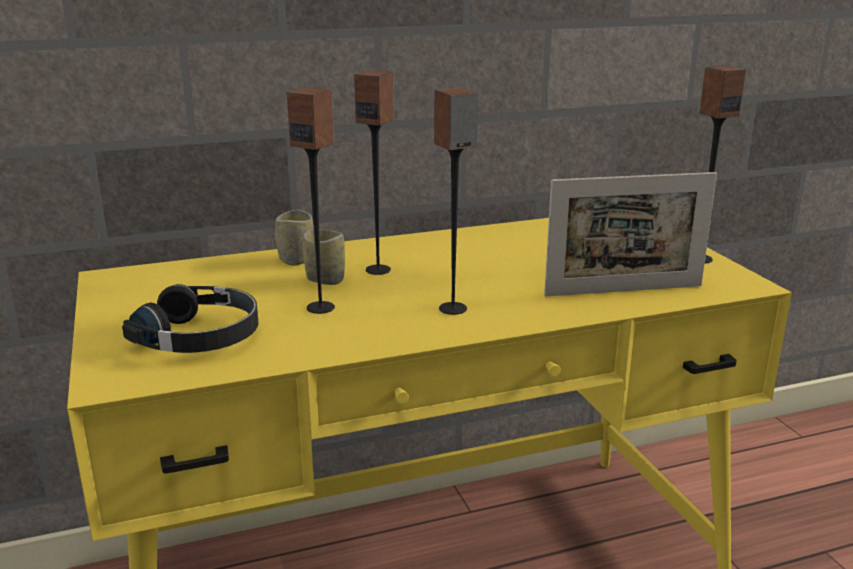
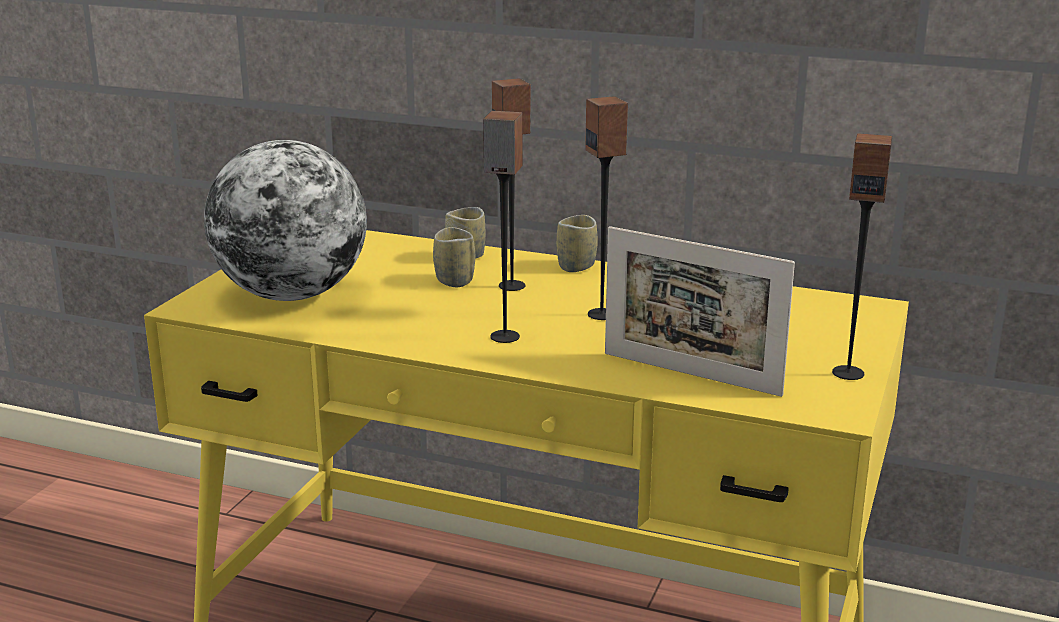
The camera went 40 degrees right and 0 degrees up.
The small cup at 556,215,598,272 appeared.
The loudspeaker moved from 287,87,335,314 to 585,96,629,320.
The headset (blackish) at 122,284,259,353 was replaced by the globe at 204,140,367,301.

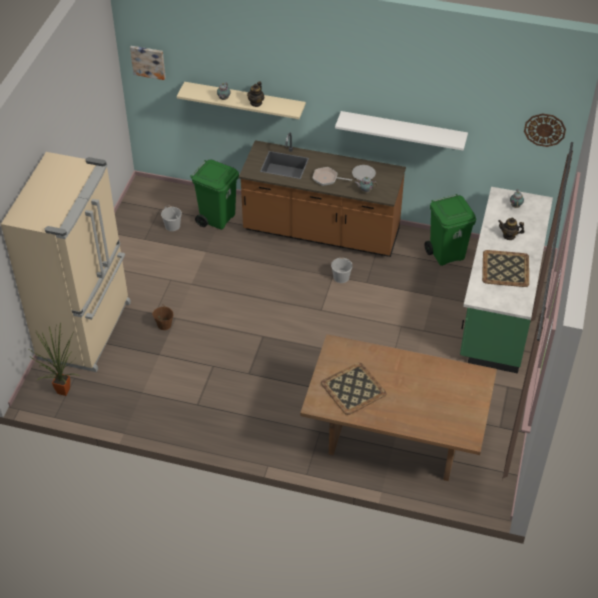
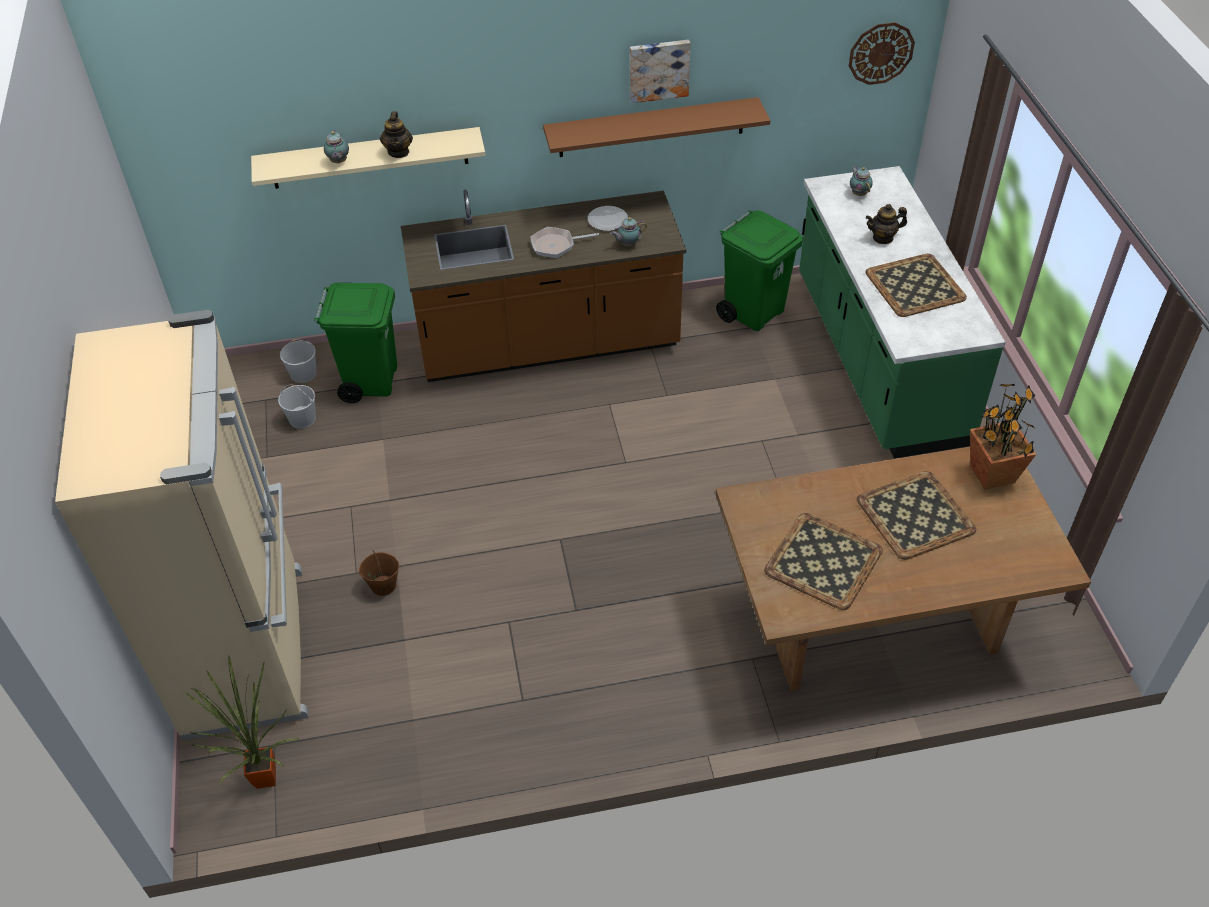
The camera went 25 degrees left and 0 degrees up.
The tray at 857,471,976,560 appeared.
The potted plant at 970,384,1036,490 appeared.
The wall art moved from 130,46,166,80 to 630,40,690,103.
The water bucket (white-coloured) moved from 331,258,353,283 to 280,339,317,383.
The bracket shelf (white-coloured) at 335,111,468,151 became the bracket shelf (brown-coloured) at 543,97,770,157.

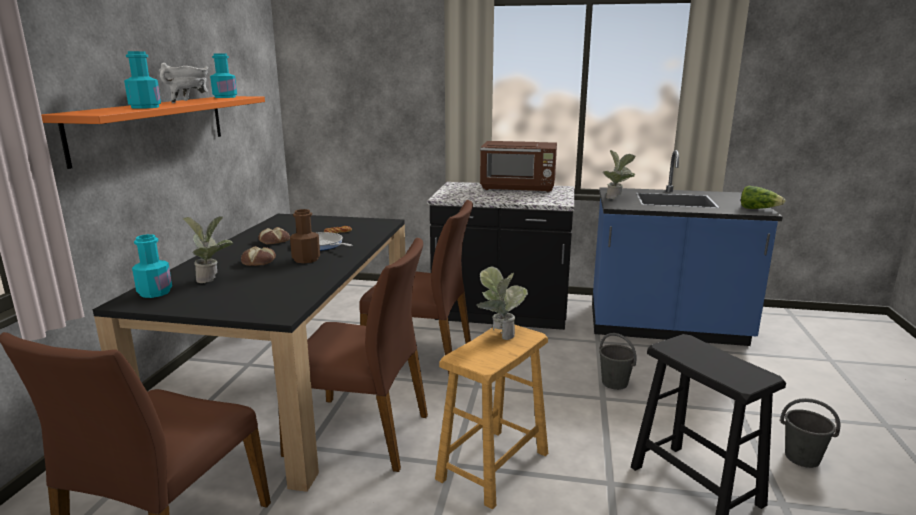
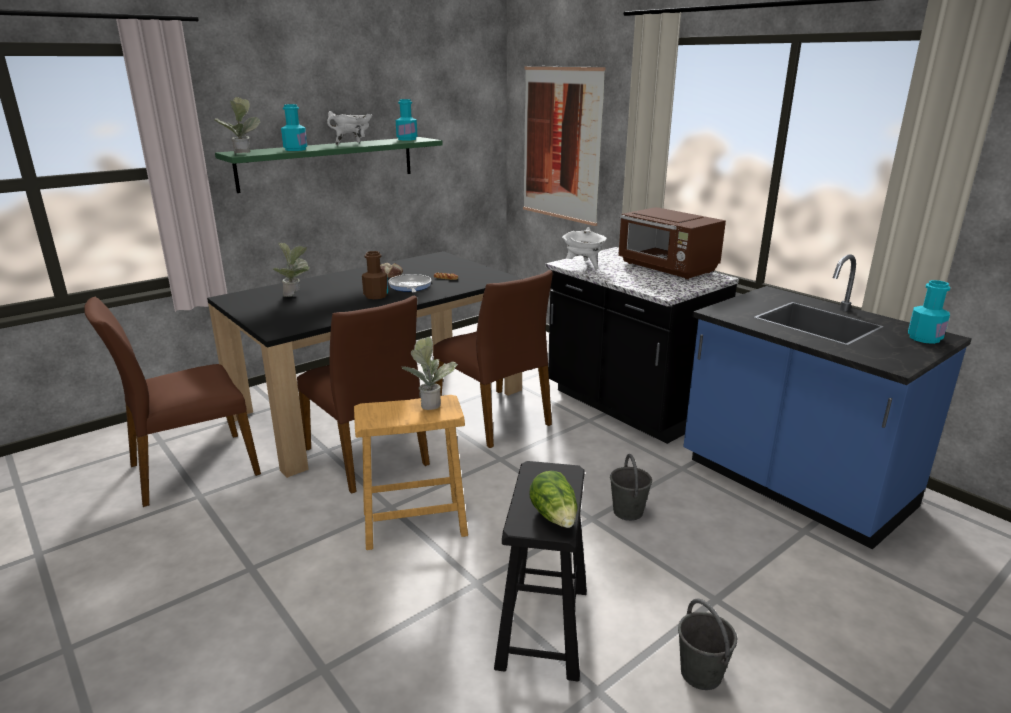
The camera went 40 degrees right and 5 degrees up.
The bread at 241,246,276,266 disappeared.
The wall art at 523,66,606,226 appeared.
The saucepot (white-coloured) at 562,227,607,269 appeared.
The drink bottle (turquoise-coloured) moved from 132,234,172,298 to 908,280,950,344.
The potted plant moved from 603,150,636,199 to 213,97,260,154.
The lettuce head moved from 741,186,786,209 to 529,471,577,528.
The bracket shelf (orangey) at 41,96,265,169 became the bracket shelf (greenish) at 215,137,443,193.

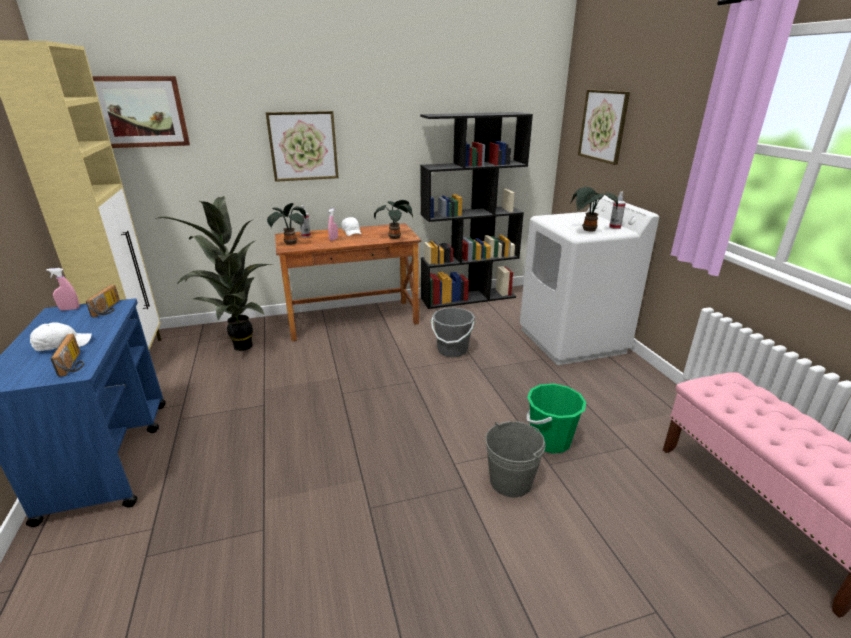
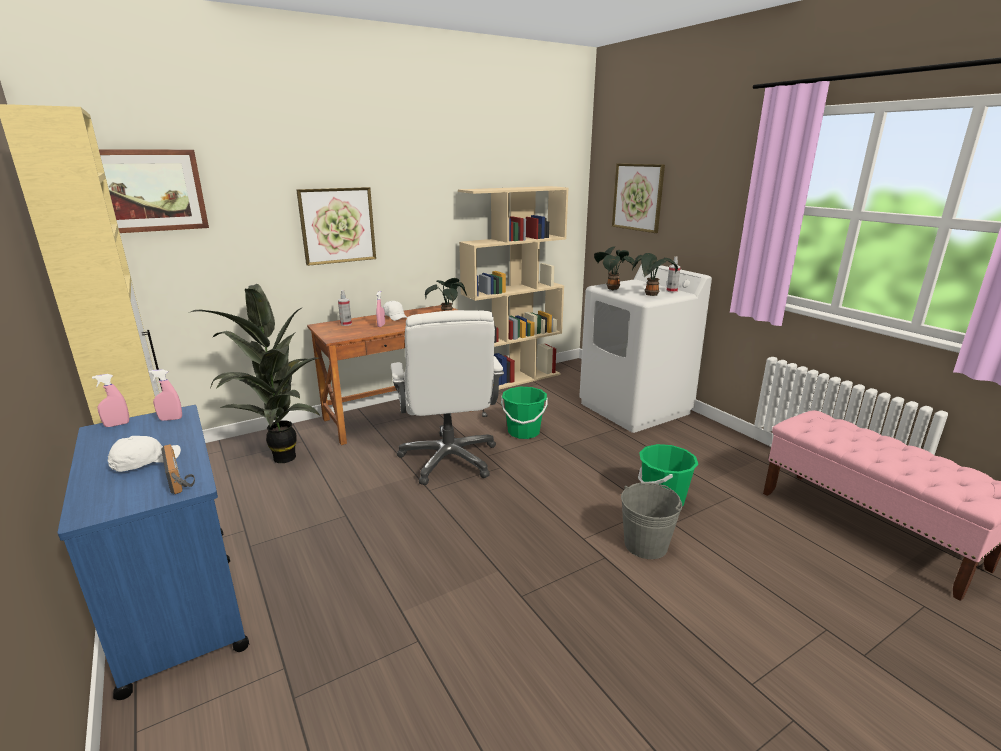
The camera went 15 degrees left and 5 degrees down.
The computer chair (white-coloured) at 391,310,504,485 appeared.
The potted plant moved from 267,203,306,245 to 594,246,635,290.
The radio at 86,285,120,317 was replaced by the sprayer (pink-coloured) at 149,369,182,421.
The bookshelf (blackish) at 420,112,533,309 became the bookshelf (beige-coloured) at 458,186,569,390.
The water bucket (gray) at 431,307,475,357 became the water bucket (greenish) at 501,387,548,439.

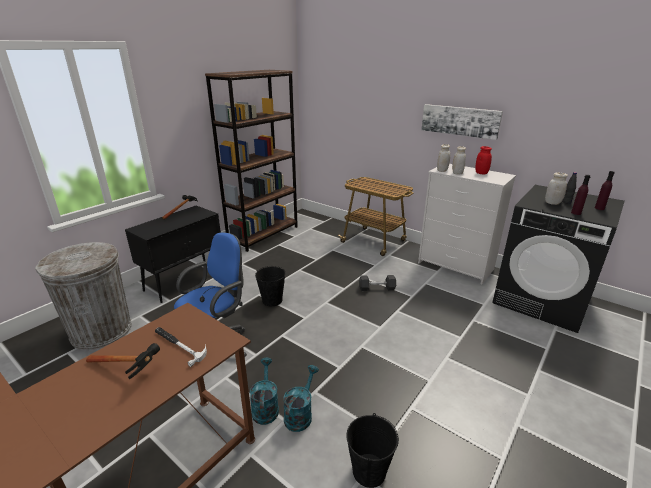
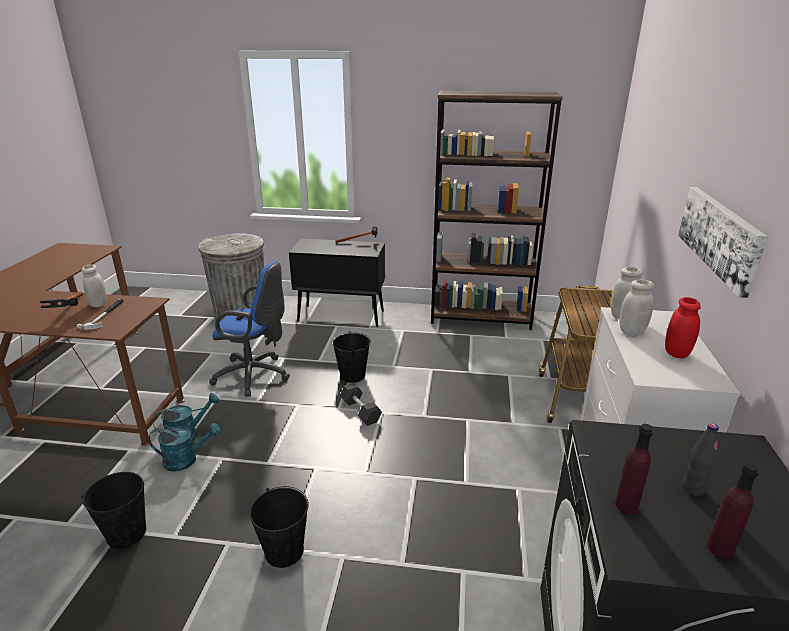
The camera went 60 degrees right and 0 degrees up.
The water bucket (blackish) at 249,486,309,568 appeared.
The dumbbell (gray) moved from 359,275,396,291 to 340,383,382,426.
The preserve jar (white-coloured) moved from 545,173,568,205 to 82,265,107,307.

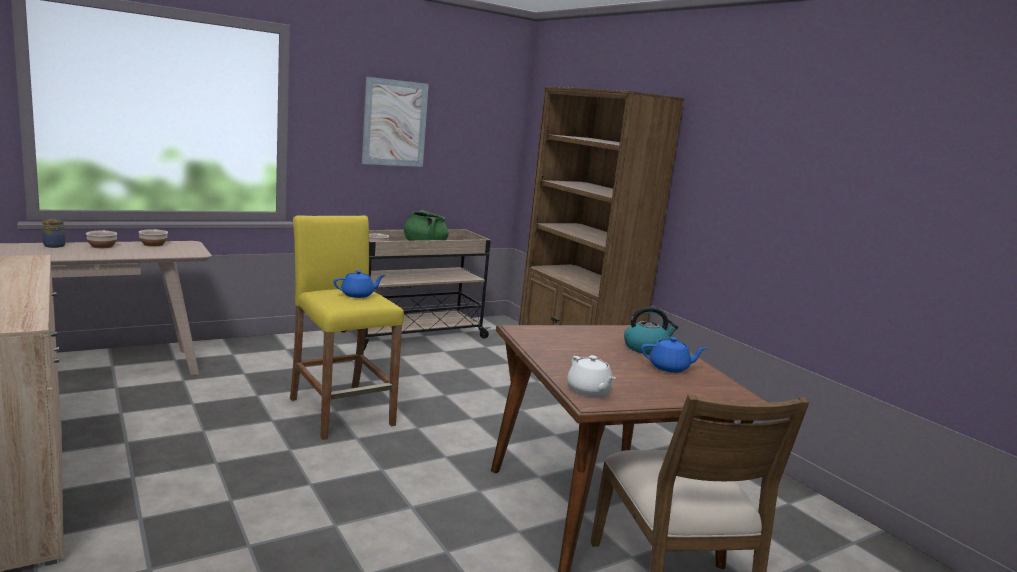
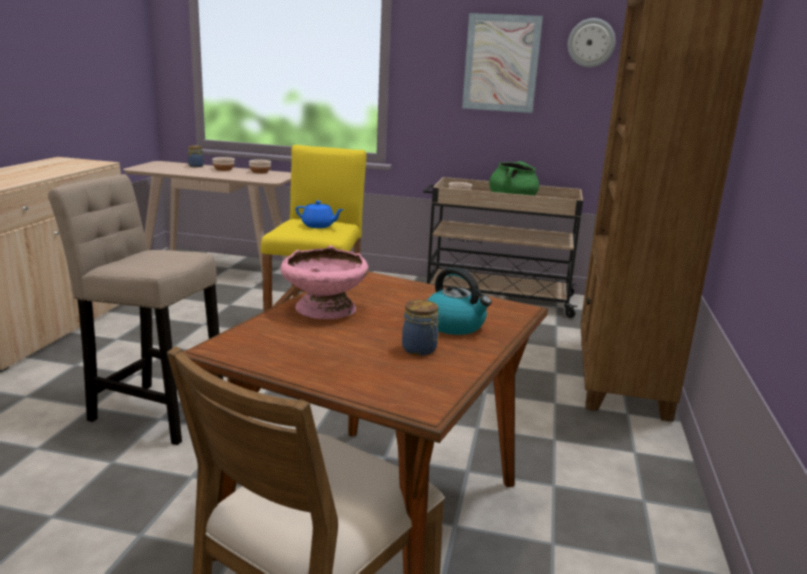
The camera went 45 degrees right and 5 degrees up.
The pot for tea (white-coloured) at 567,355,616,396 disappeared.
The stool seat (beige-coloured) at 48,174,223,445 appeared.
The deep dish (pink-coloured) at 281,245,369,319 appeared.
The wall clock at 568,18,616,67 appeared.
The pot for tea (blue) at 641,337,707,373 was replaced by the preserve jar at 402,300,439,356.

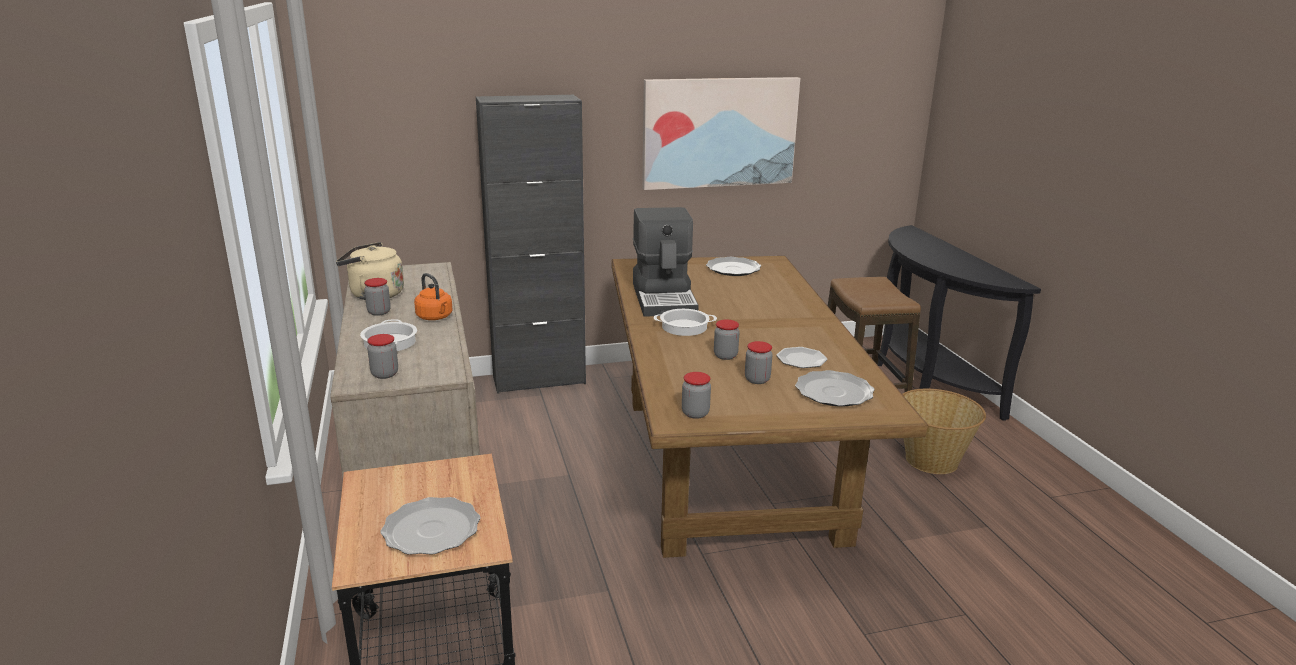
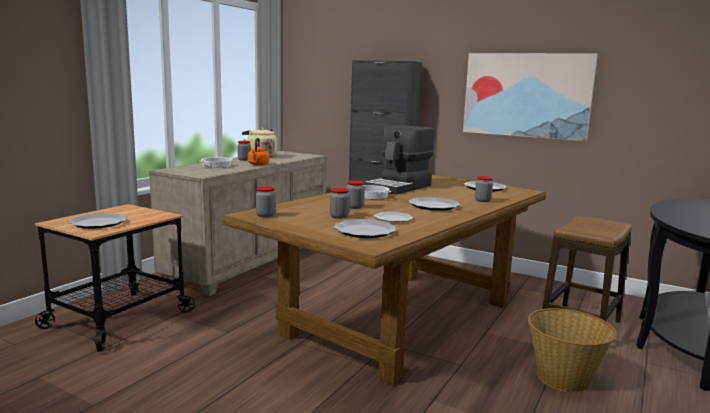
The camera went 45 degrees right and 10 degrees down.
The plate at 409,197,460,211 appeared.
The preserve jar moved from 367,334,398,379 to 475,176,493,202.

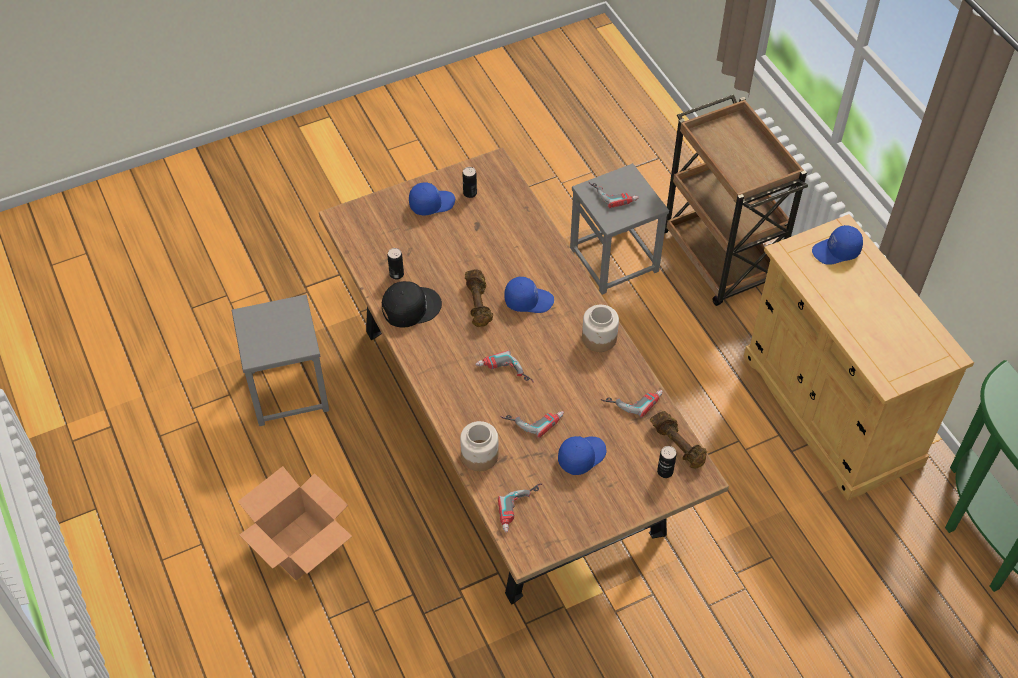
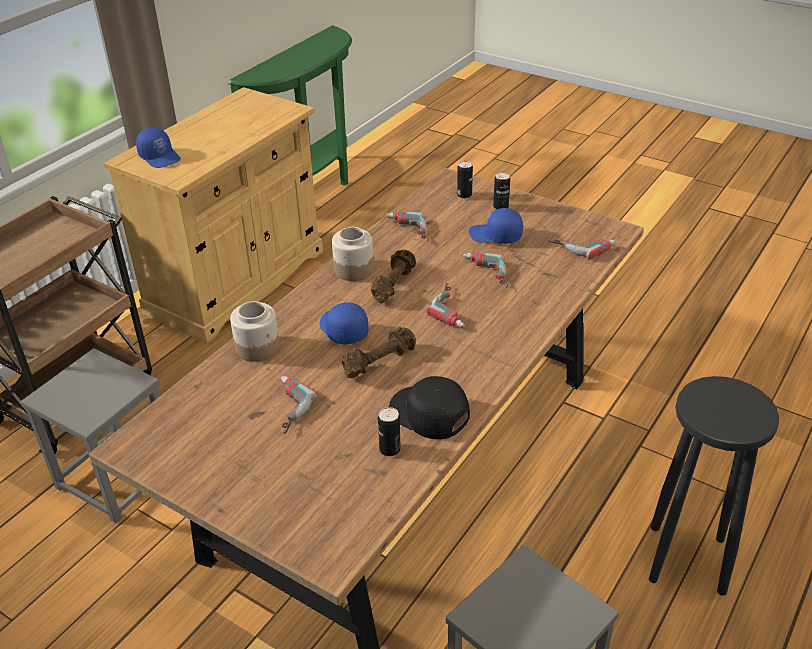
The camera went 120 degrees left and 15 degrees down.
The peaked cap (blue) at 409,182,455,216 disappeared.
The preserve jar moved from 460,421,499,471 to 230,301,279,362.
The metal can moved from 462,167,477,198 to 493,172,510,209.
The electric drill moved from 589,182,639,208 to 281,376,318,434.
The dumbbell (brown-coloured) moved from 650,411,707,468 to 371,250,416,303.
The carton at 238,466,352,581 was replaced by the stool seat (blackish) at 649,376,779,596.

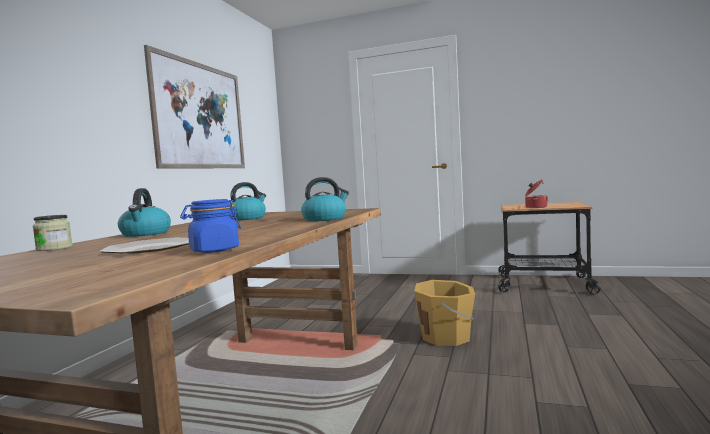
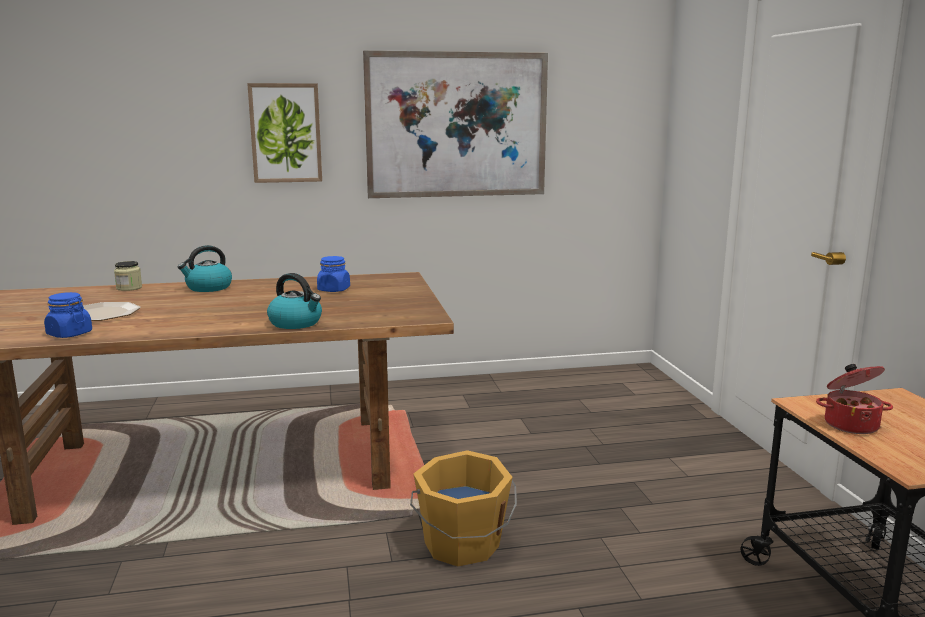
The camera went 60 degrees right and 10 degrees up.
The wall art at 247,83,322,183 appeared.
The water kettle at 229,182,266,221 was replaced by the preserve jar (blue) at 317,256,350,292.

